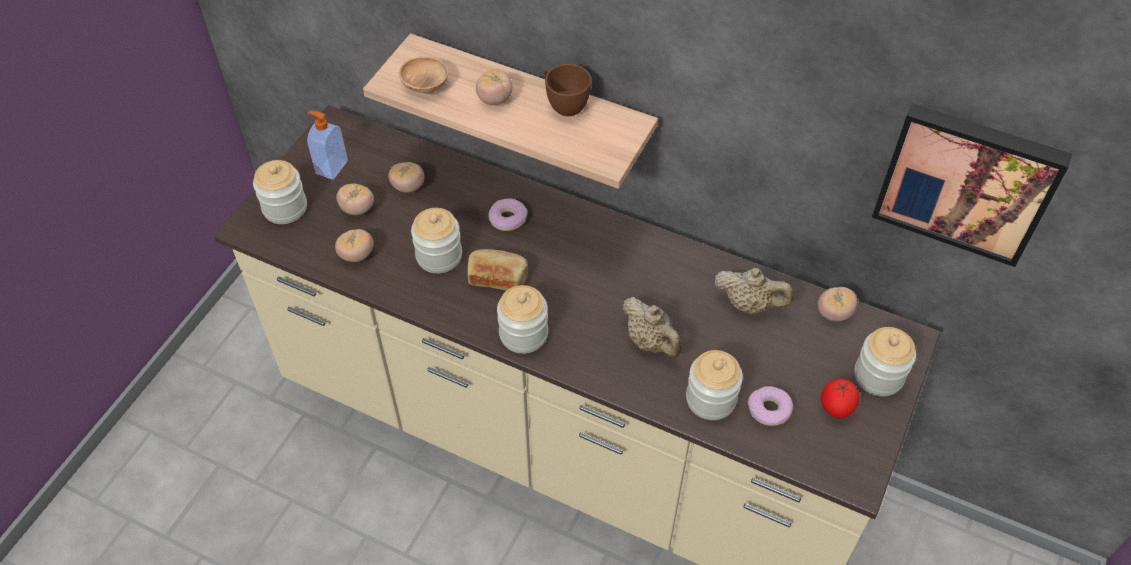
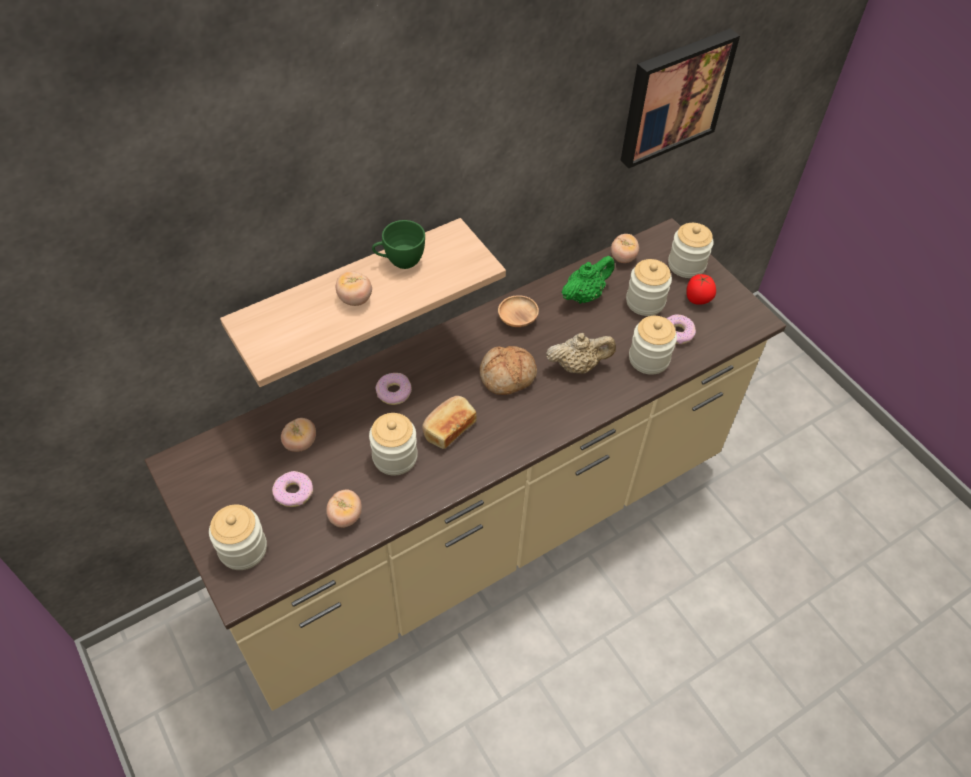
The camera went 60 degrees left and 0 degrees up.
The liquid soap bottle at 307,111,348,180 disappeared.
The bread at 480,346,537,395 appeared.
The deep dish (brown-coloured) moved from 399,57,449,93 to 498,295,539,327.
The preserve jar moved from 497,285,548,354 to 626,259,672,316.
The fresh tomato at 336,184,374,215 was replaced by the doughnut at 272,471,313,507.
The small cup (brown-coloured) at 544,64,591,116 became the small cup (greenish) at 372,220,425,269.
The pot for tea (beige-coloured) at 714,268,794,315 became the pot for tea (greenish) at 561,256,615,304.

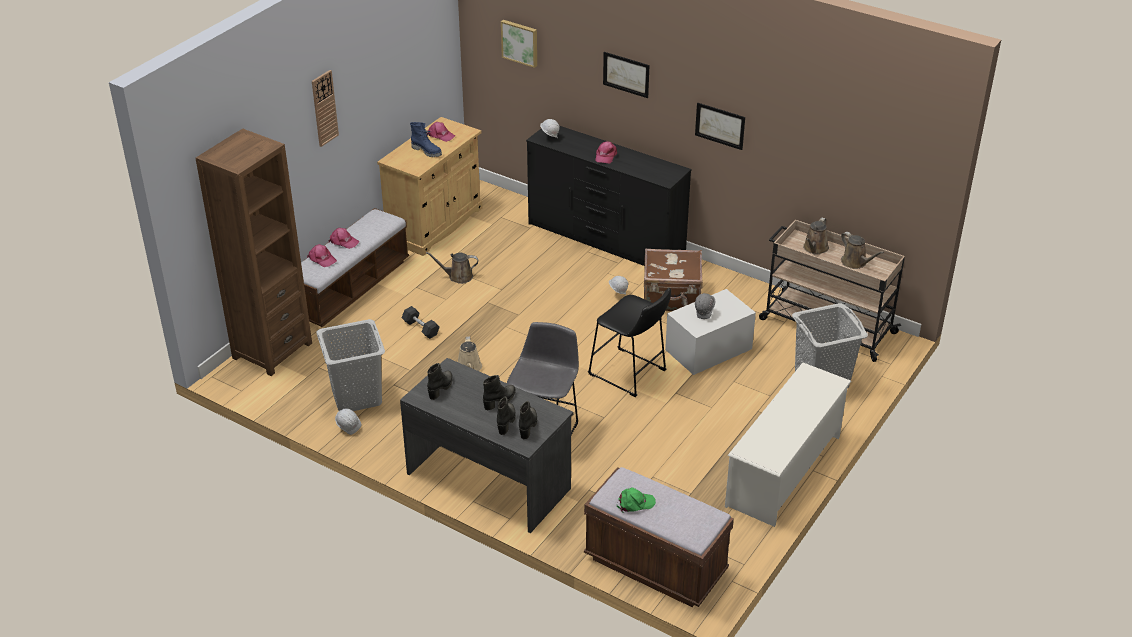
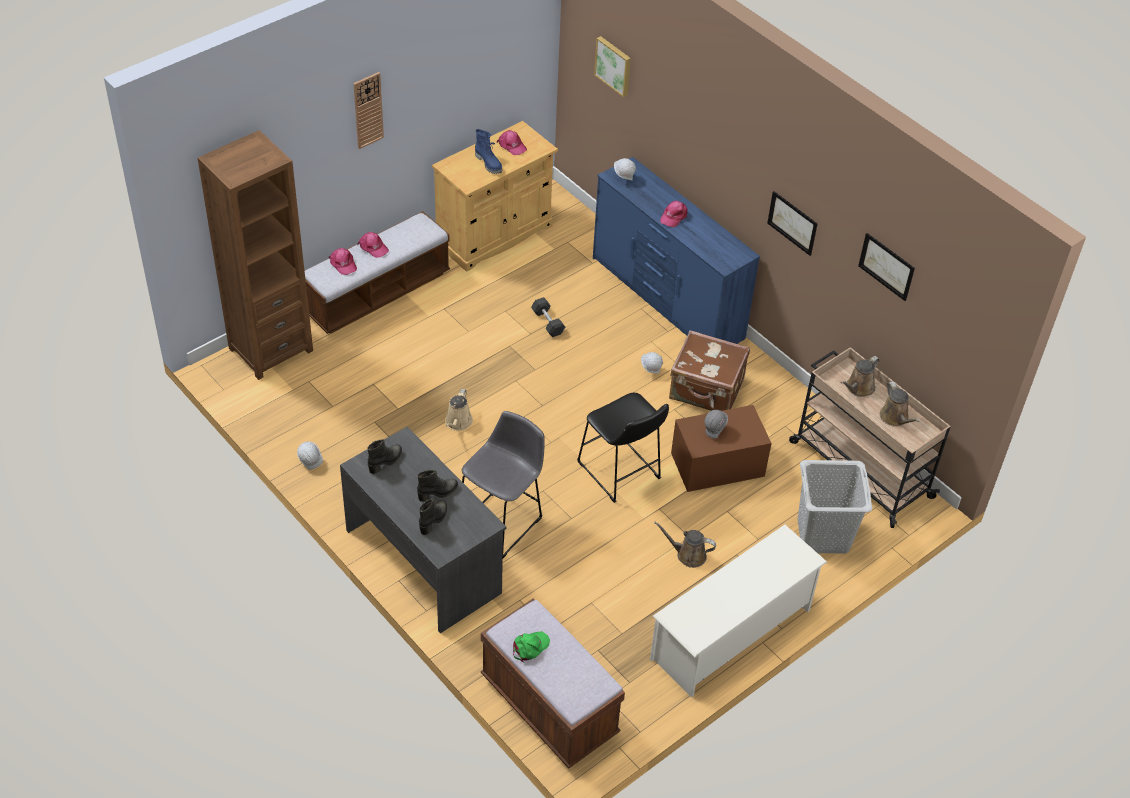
The camera went 15 degrees right and 10 degrees up.
The laundry basket (gray) at 316,319,385,411 disappeared.
The boot (blackish) at 519,401,537,439 disappeared.
The dumbbell (blackish) moved from 402,306,440,339 to 531,297,565,337.
The watering can (brown-coloured) moved from 426,252,478,284 to 654,522,716,568.
The wall art moved from 603,52,650,98 to 858,233,915,301.
The drawer chest (blackish) at 526,126,691,266 became the drawer chest (blue) at 593,157,760,344.
The storage bin (white-coloured) at 665,289,756,375 became the storage bin (brown-coloured) at 671,405,772,492.
The peaked cap (greenish) at 617,487,656,512 turned 45 degrees counterclockwise.

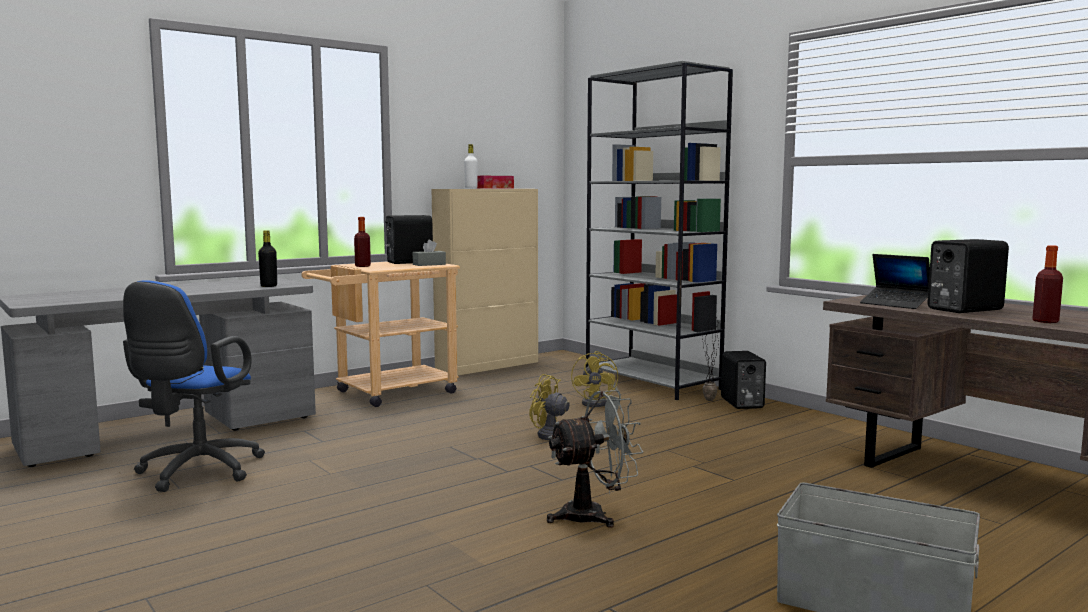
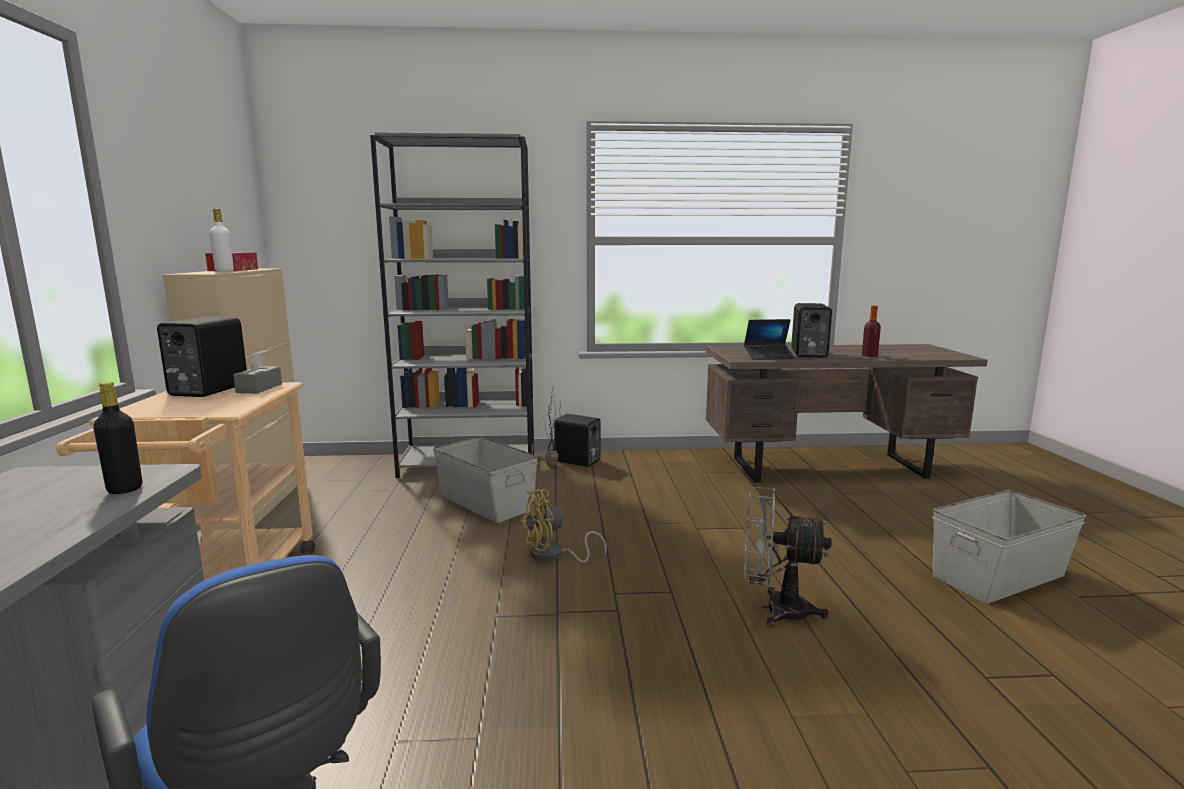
The camera went 55 degrees left and 5 degrees up.
The drink bottle at 354,217,371,267 disappeared.
The cooling fan (yellow-coloured) at 571,351,621,407 was replaced by the storage bin (gray) at 433,436,538,523.
The cooling fan (gray) at 547,390,643,528 turned 90 degrees counterclockwise.

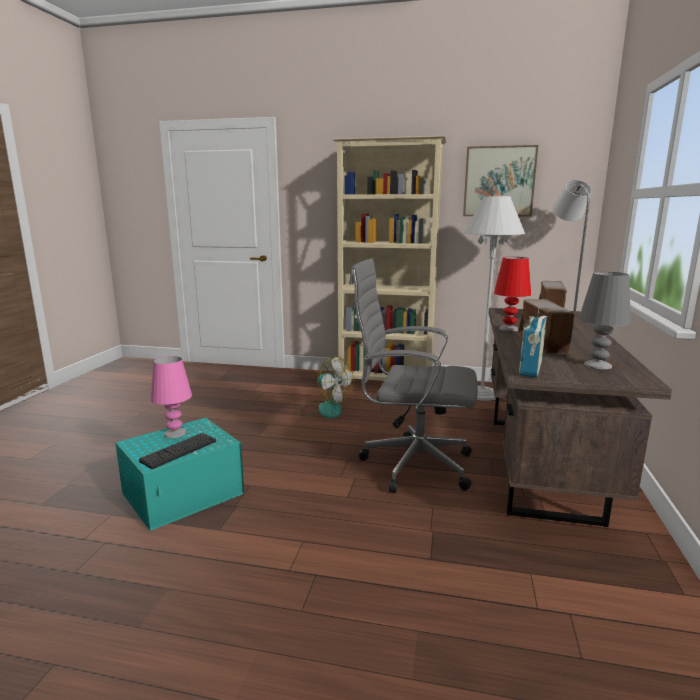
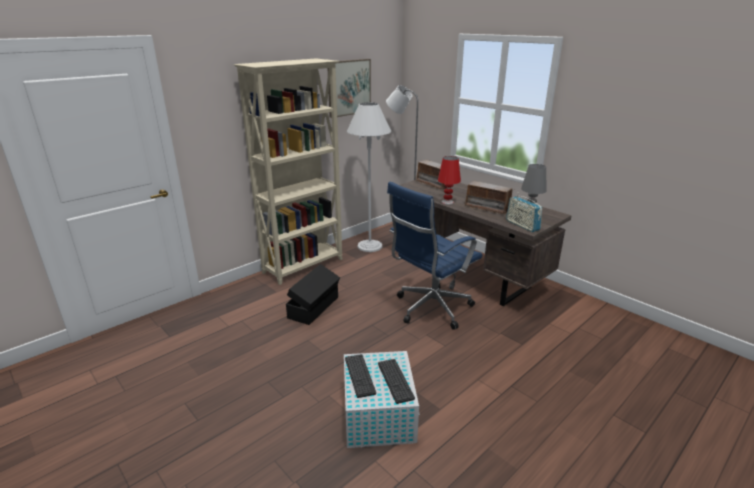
The camera went 55 degrees left and 10 degrees up.
The tabletop lamp (pink-coloured) at 151,356,192,438 was replaced by the computer keyboard at 345,354,376,398.
The cooling fan at 298,357,354,418 was replaced by the storage bin (blackish) at 286,264,340,325.
The storage bin (turquoise-coloured) at 115,418,244,531 became the storage bin (white-coloured) at 344,351,420,448.
The computer chair (gray) at 349,258,478,493 became the computer chair (blue) at 387,182,482,330.

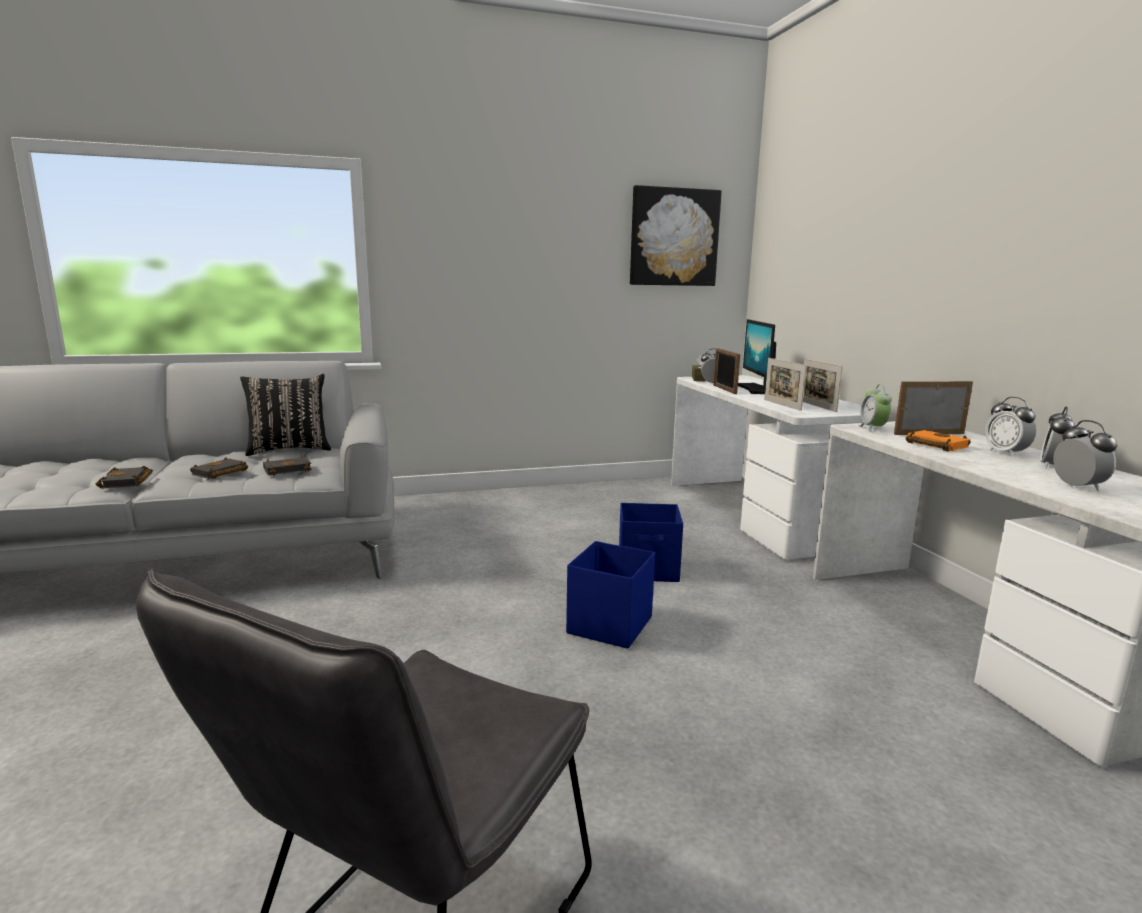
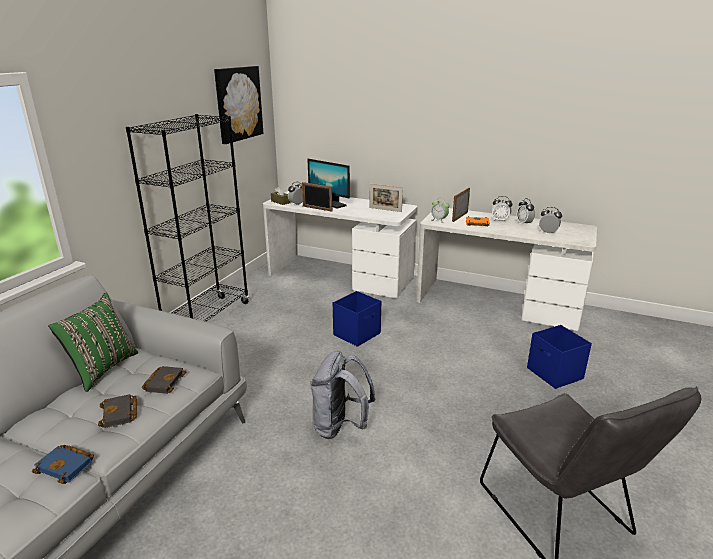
The camera went 50 degrees left and 10 degrees up.
The standing frame at 764,358,807,411 disappeared.
The bookshelf (blackish) at 126,114,249,321 appeared.
The backpack (gray) at 310,351,375,439 appeared.
The storage bin (blue) moved from 566,541,655,649 to 527,325,592,389.
The book (blackish) at 96,466,153,489 became the book (blue) at 32,445,94,484.
The pillow (blackish) at 240,374,331,456 became the pillow (greenish) at 48,293,138,392.

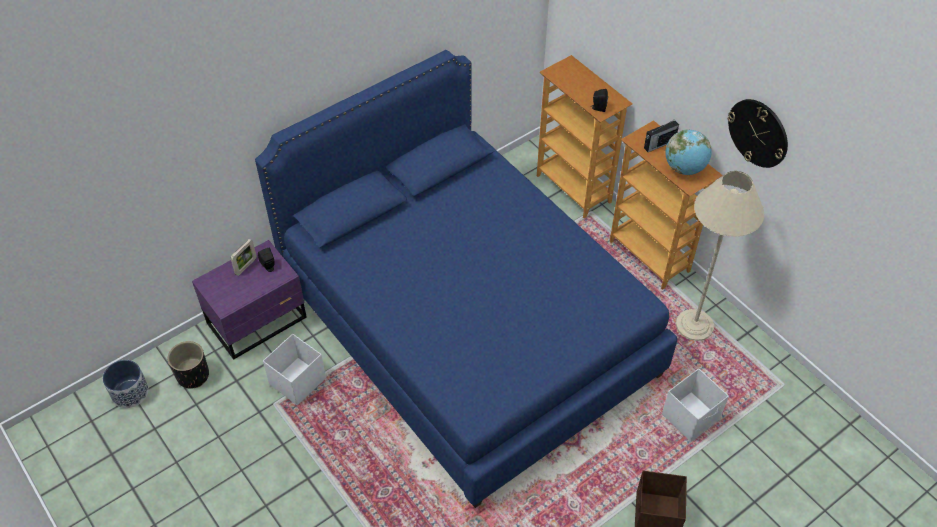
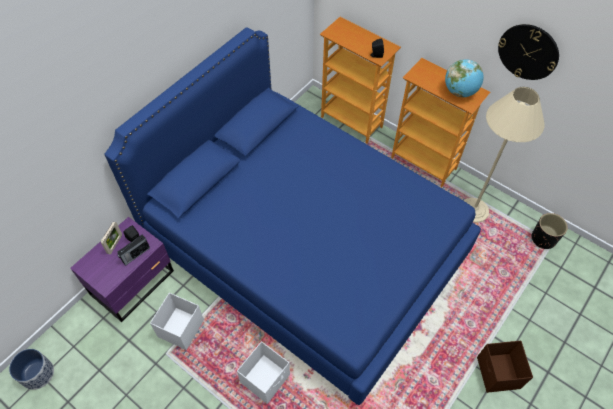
The camera went 15 degrees left and 5 degrees up.
The planter (blackish) moved from 168,341,209,388 to 532,213,568,249.
The radio moved from 644,120,679,152 to 117,235,150,265.
The storage bin (white-coloured) moved from 662,368,729,442 to 237,341,290,404.

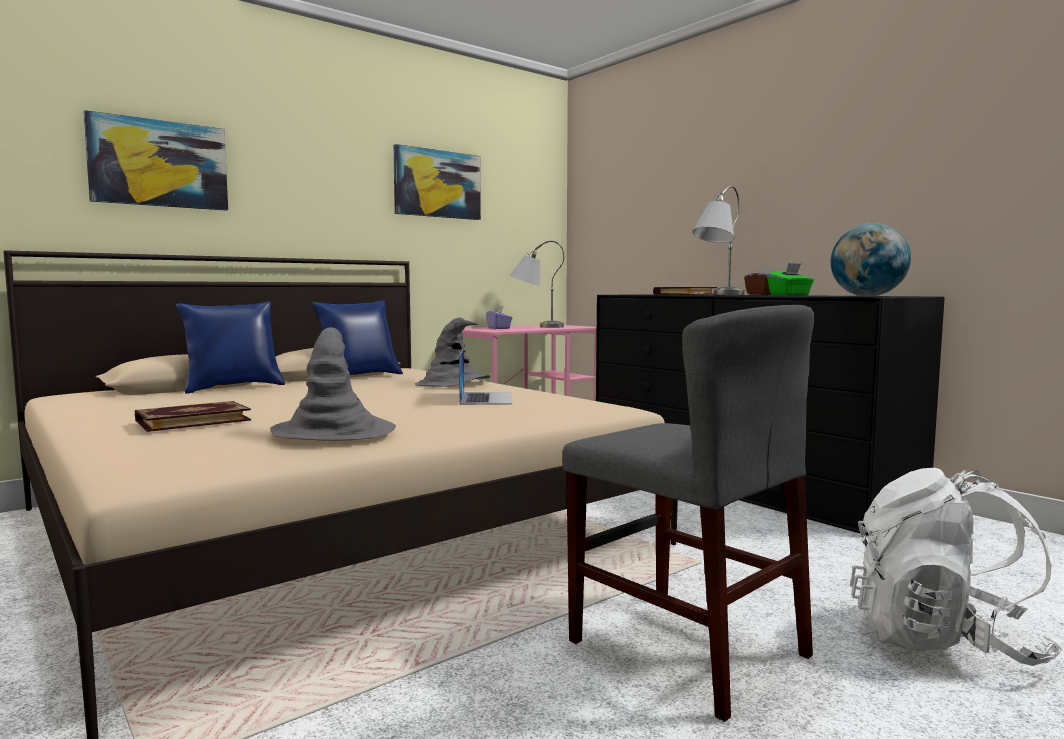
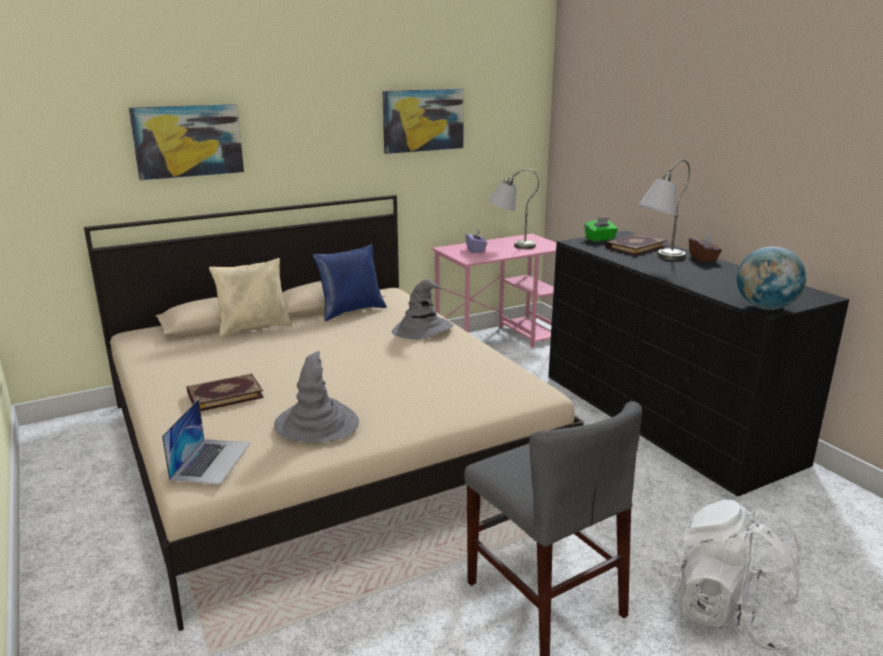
The camera went 10 degrees right and 15 degrees up.
The notebook computer moved from 459,349,512,405 to 162,399,251,485.
The tissue box (greenish) moved from 767,263,814,296 to 584,217,618,242.
The pillow (blue) at 176,301,285,394 became the pillow (beige-coloured) at 209,258,293,338.

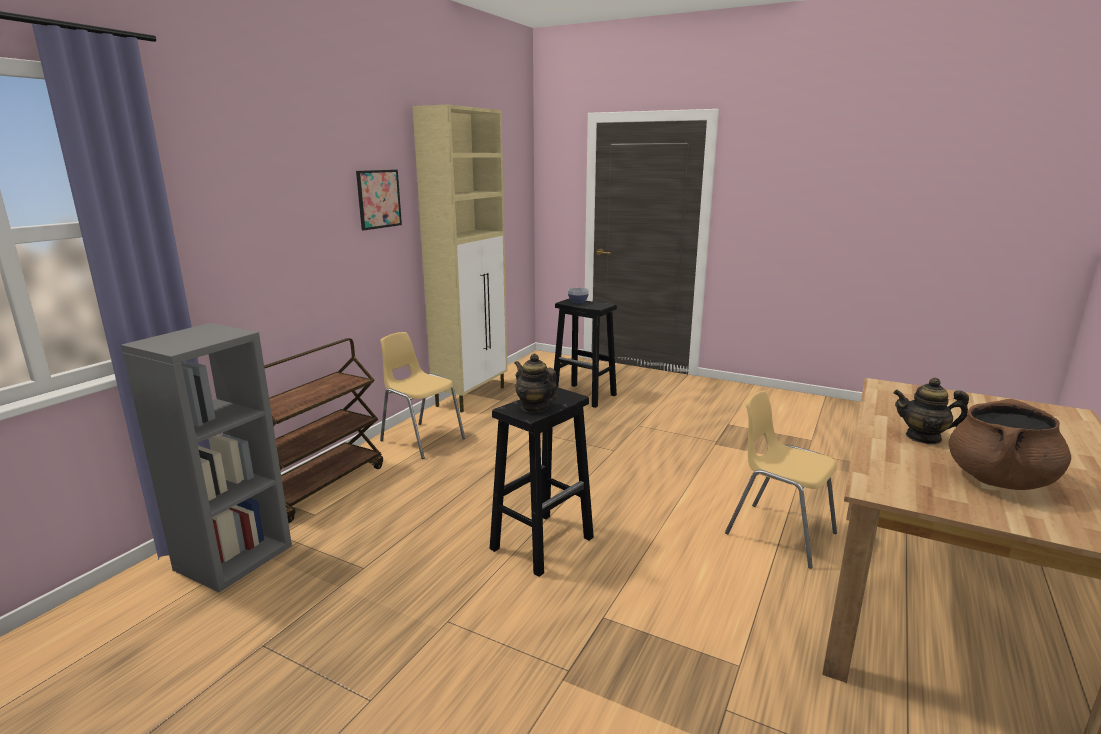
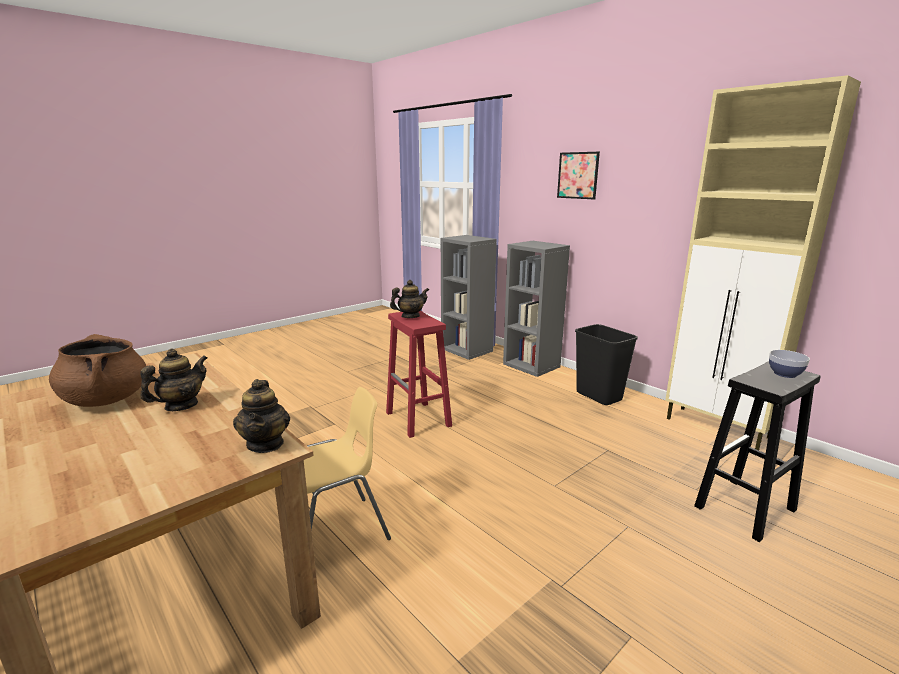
The camera went 110 degrees right and 0 degrees up.
The pot for tea at 233,379,290,453 appeared.
The wall art moved from 356,170,402,230 to 557,152,600,199.
The trolley (brown-coloured) at 264,338,383,523 was replaced by the bookshelf (gray) at 503,241,570,377.
The chair (yellow-coloured) at 380,332,465,459 was replaced by the waste bin (blackish) at 575,324,638,405.
The stool seat (blackish) at 490,387,594,577 became the stool seat (reddish) at 386,311,452,438.

